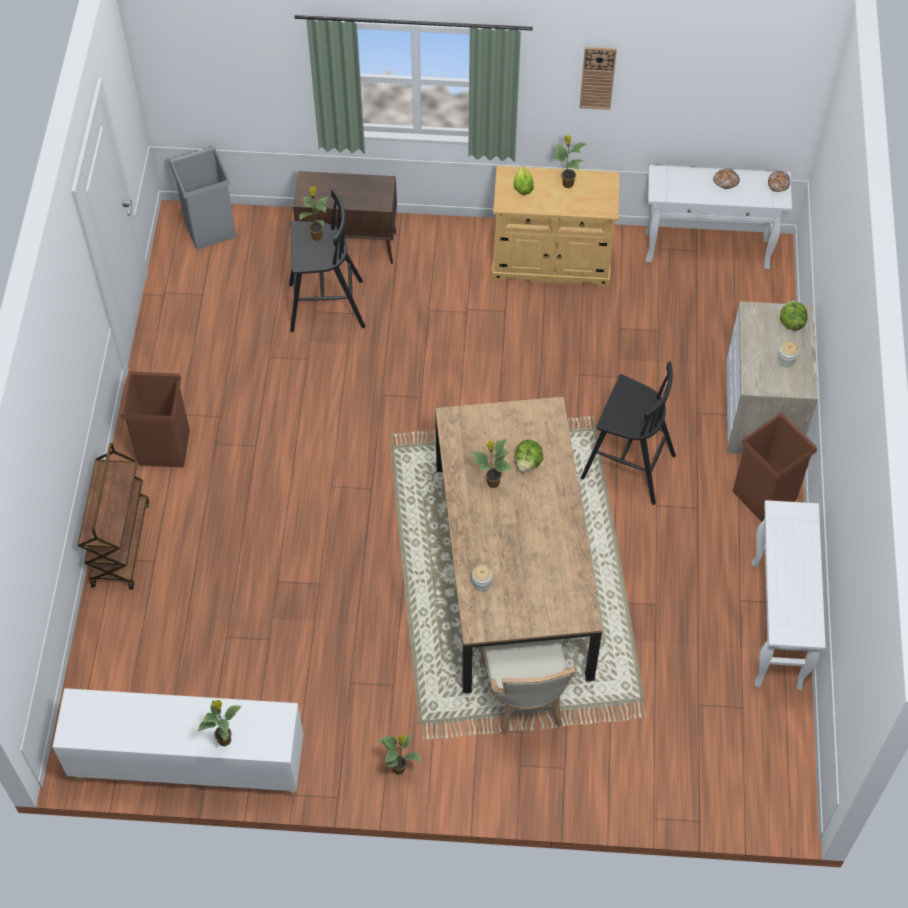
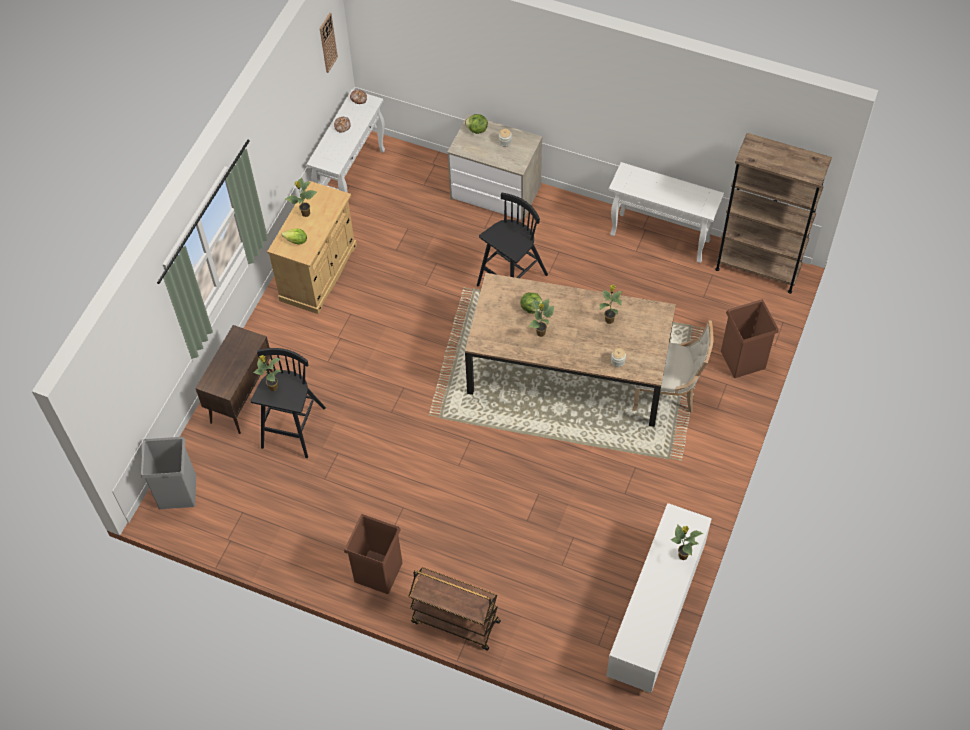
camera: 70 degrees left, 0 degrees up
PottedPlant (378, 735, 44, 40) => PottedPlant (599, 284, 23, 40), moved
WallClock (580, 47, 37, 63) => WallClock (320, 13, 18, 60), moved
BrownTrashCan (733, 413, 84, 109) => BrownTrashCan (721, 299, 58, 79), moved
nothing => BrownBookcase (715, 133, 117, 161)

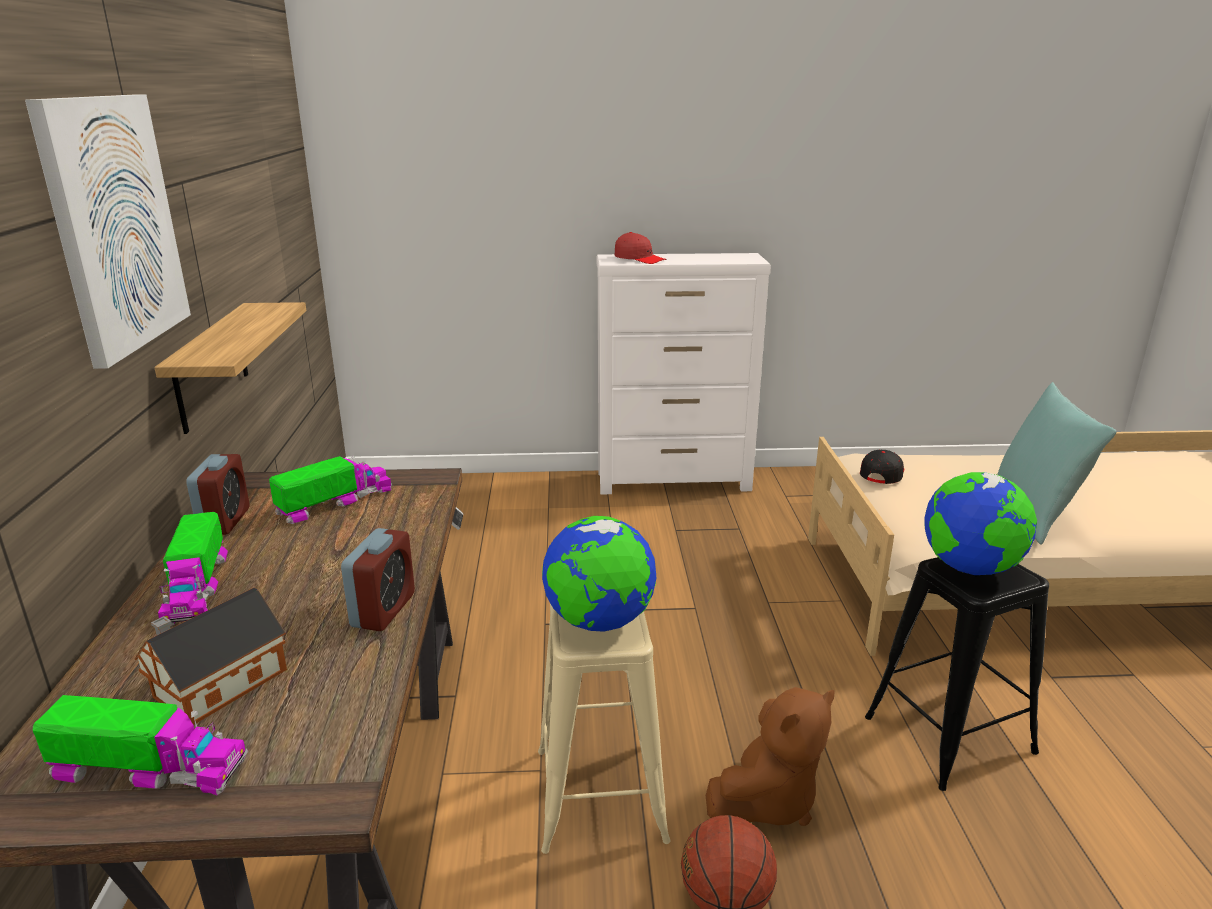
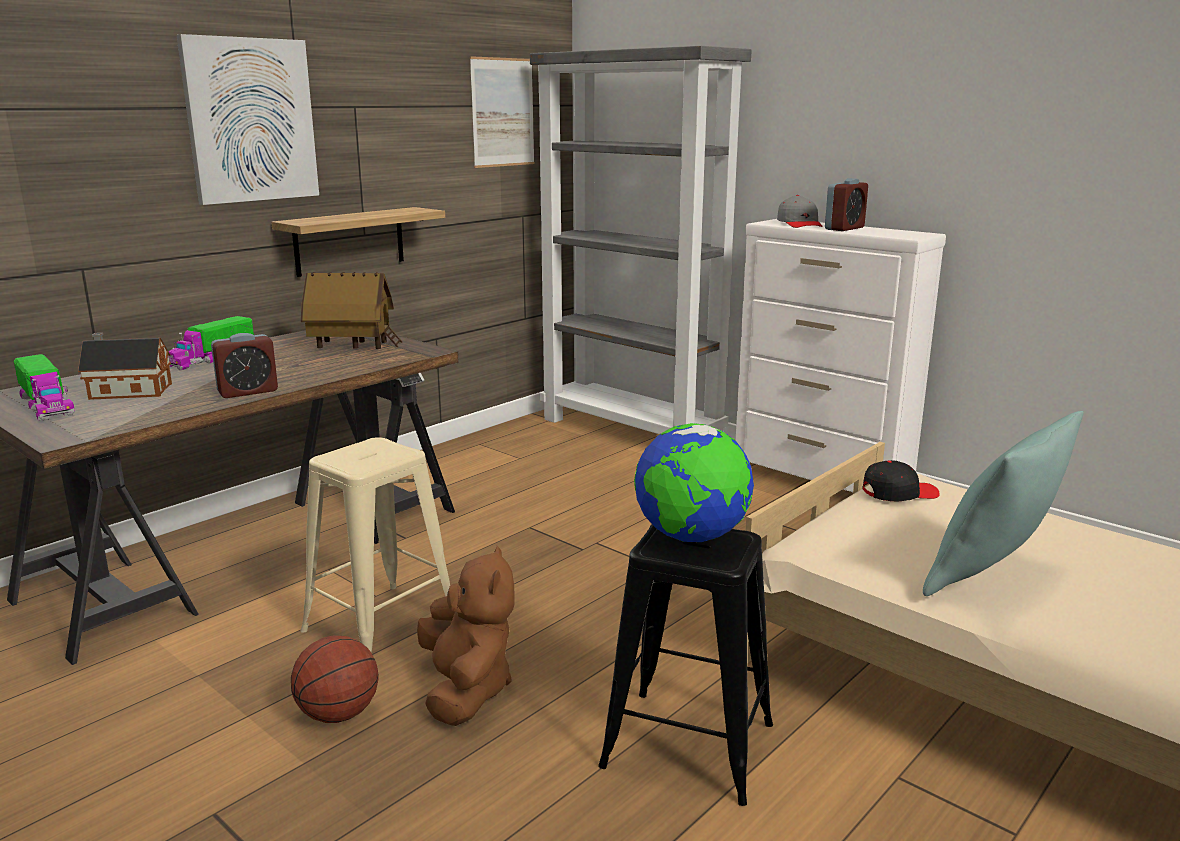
camera: 45 degrees right, 5 degrees down
AlarmClock (186, 454, 64, 81) => AlarmClock (825, 178, 43, 53), moved
ToyTruck (269, 456, 123, 68) => ToyHouse (301, 272, 101, 77)
Globe (542, 516, 115, 116) => nothing
RedCap (615, 232, 51, 32) => GreyCap (777, 195, 46, 33)
BrownPlushToy (706, 687, 129, 139) => BrownPlushToy (417, 546, 98, 180), 105 degrees counterclockwise
nothing => Picture (470, 56, 65, 112)
nothing => GreyBookcase (530, 46, 222, 388)

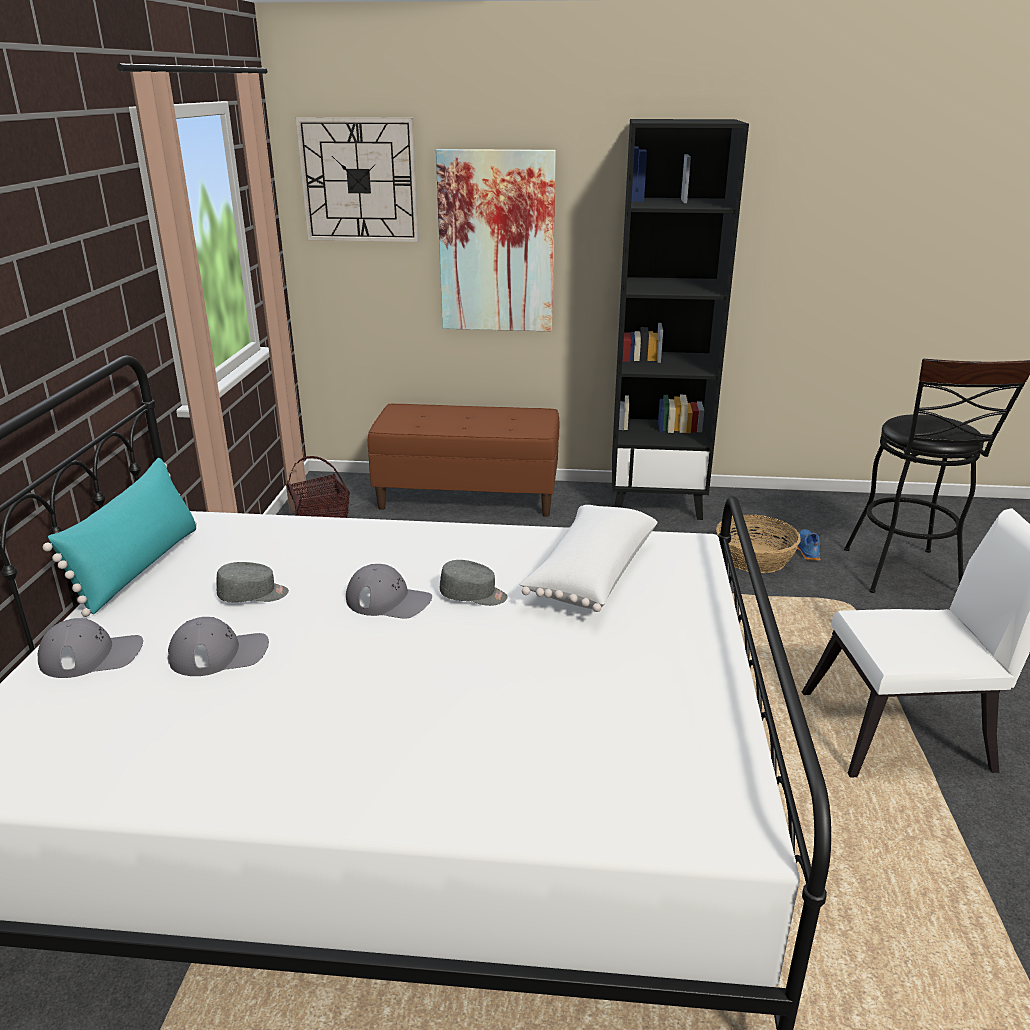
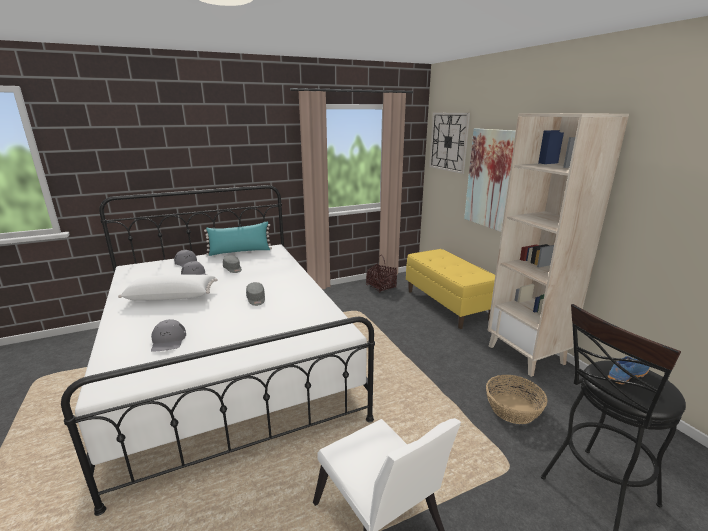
camera: 60 degrees right, 5 degrees down
GreyCap (346, 564, 86, 55) => GreyCap (151, 319, 35, 33), moved
BrownBench (368, 404, 191, 113) => YellowBench (406, 249, 89, 80)
WhitePillow (519, 505, 139, 107) => WhitePillow (118, 274, 100, 26), moved
BlackBookcase (612, 119, 137, 401) => BeigeBookcase (487, 113, 142, 264)
BlueShoe (797, 529, 23, 32) => BlueShoe (608, 356, 42, 28), moved

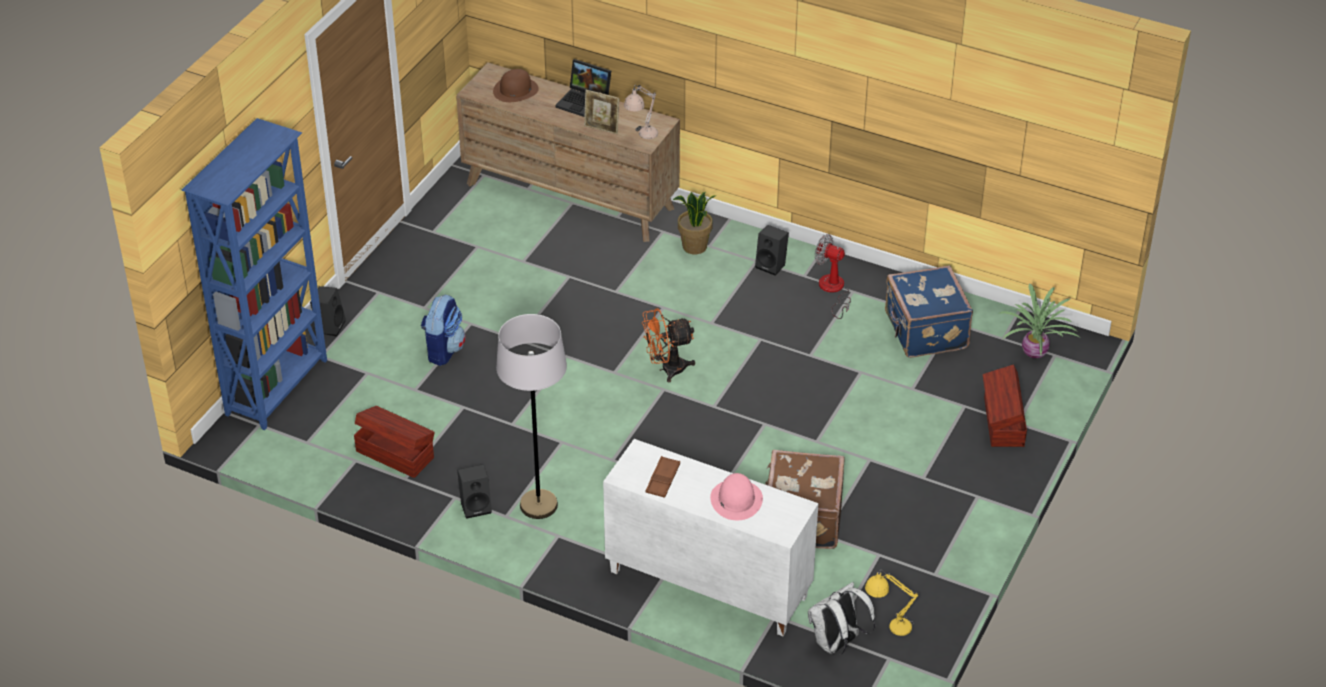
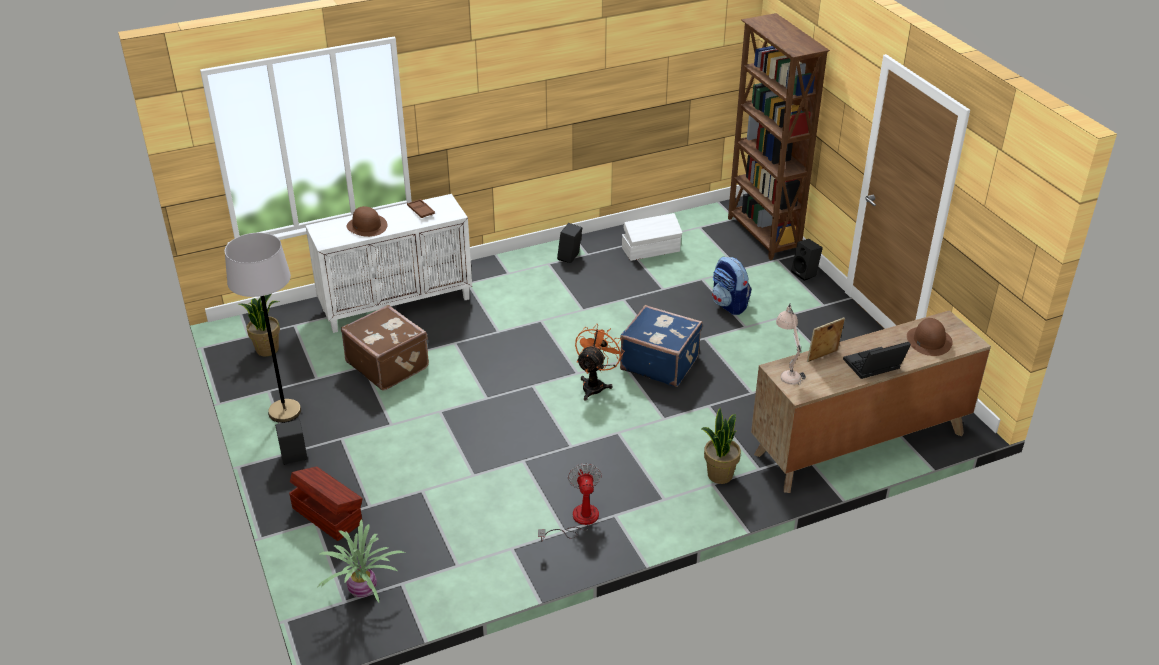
camera: 130 degrees right, 5 degrees down
BlueBookcase (182, 118, 145, 312) => BrownBookcase (728, 13, 102, 247)
BrownStorageBox (354, 406, 80, 72) => WhiteStorageBox (622, 213, 60, 48)
GreyFloorLamp (496, 314, 71, 205) => GreyFloorLamp (225, 233, 76, 190), moved
PinkHat (710, 473, 53, 47) => BrownHat (346, 206, 41, 31)
BlackSpeaker (755, 225, 34, 51) => BlackSpeaker (275, 419, 32, 46), moved
WhiteBackpack (808, 582, 67, 73) => nothing
Fan (815, 234, 36, 85) => Fan (538, 463, 63, 79), 75 degrees counterclockwise
YellowTableLamp (865, 570, 53, 66) => PottedPlant (239, 294, 41, 62)
BlueSuitcase (885, 266, 88, 92) => BlueSuitcase (620, 305, 83, 82), moved

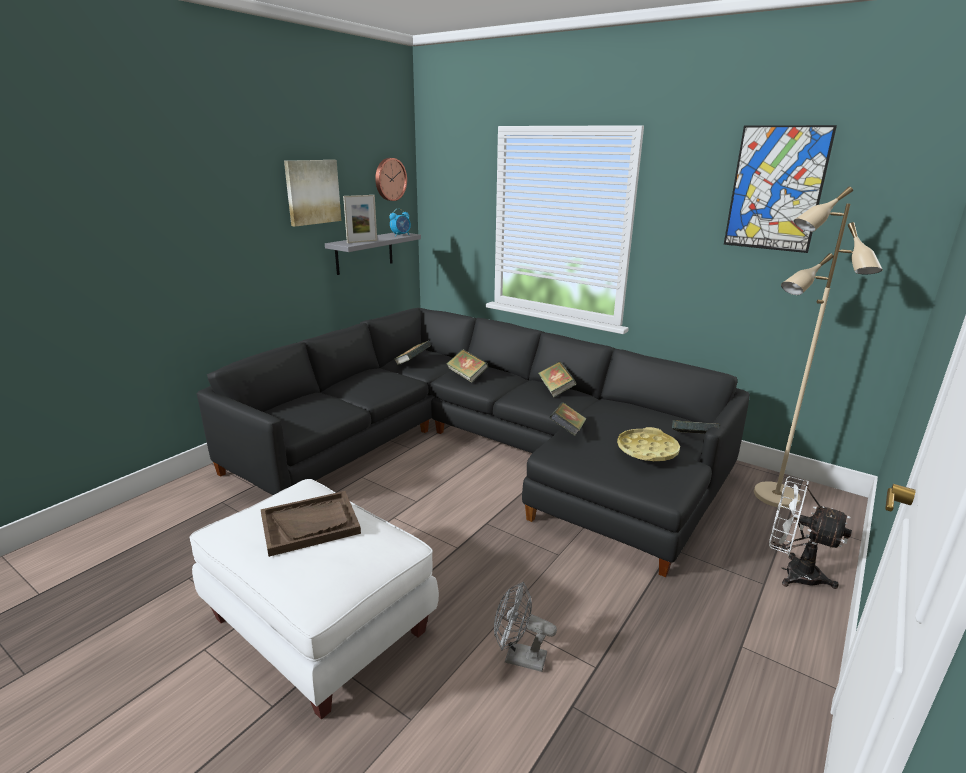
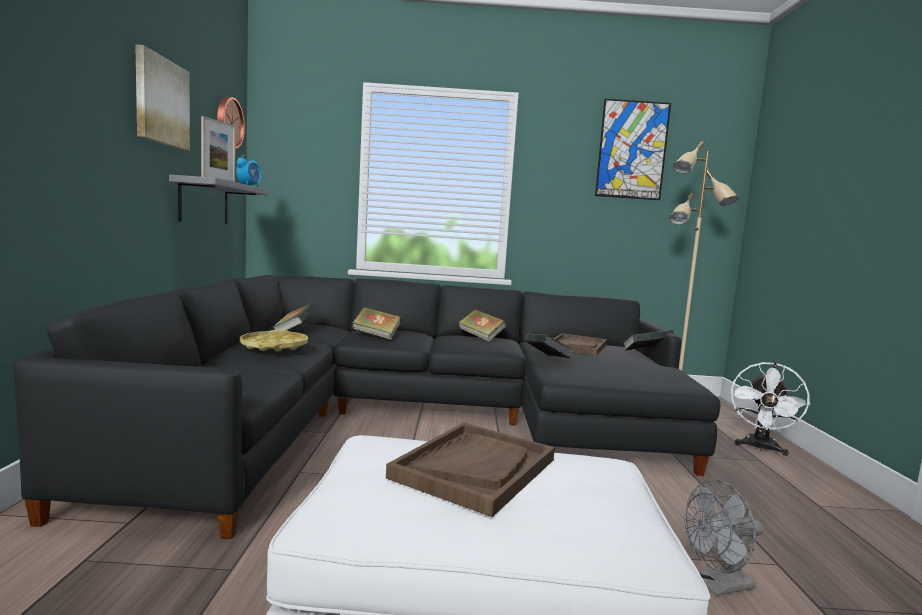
camera: 35 degrees left, 15 degrees down
YellowTray (617, 427, 63, 34) => YellowTray (240, 330, 68, 22), moved
WhiteFan (769, 476, 83, 113) => WhiteFan (731, 362, 80, 94), 60 degrees counterclockwise
nothing => BrownTray (554, 333, 53, 23)

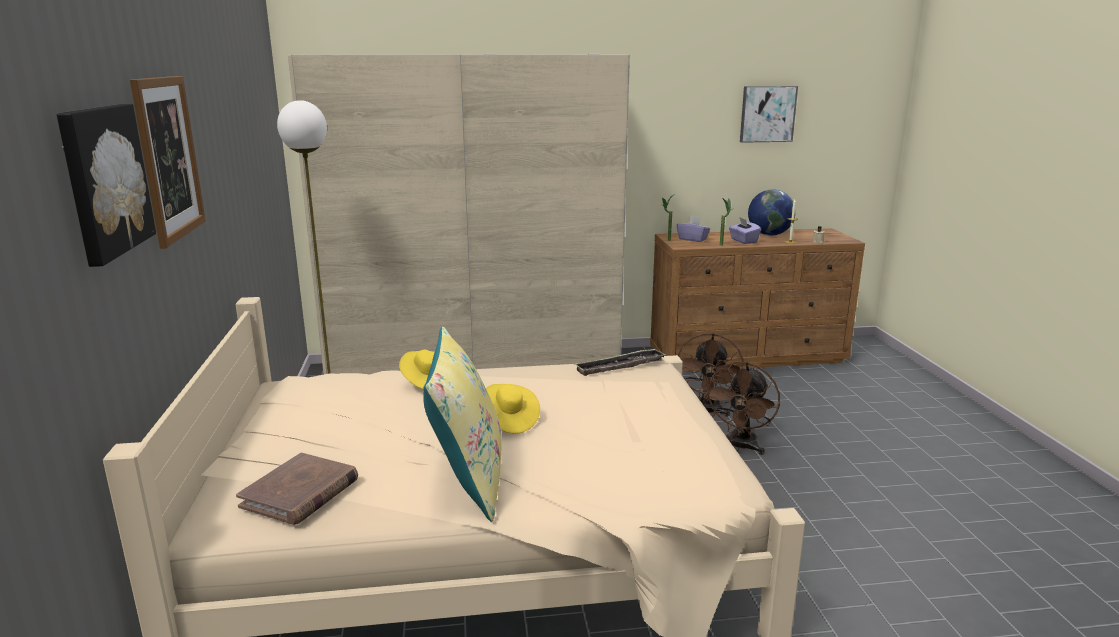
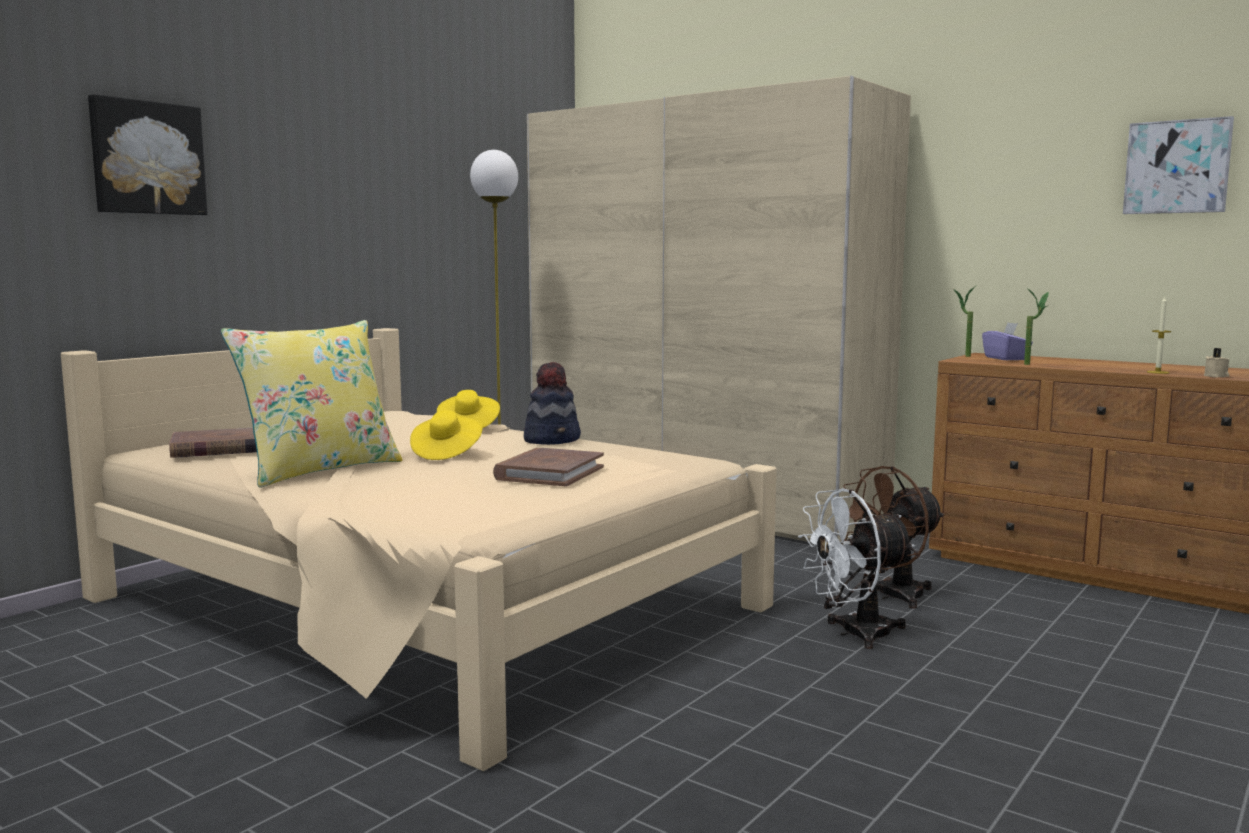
camera: 45 degrees right, 10 degrees down
Picture (130, 76, 76, 173) => nothing
Tray (575, 348, 90, 28) => nothing
BrownFan (704, 362, 76, 93) => WhiteFan (798, 488, 117, 161)
PurpleTissueBox (729, 218, 32, 26) => nothing
Globe (748, 189, 48, 47) => nothing
nothing => BrownBook (493, 448, 111, 38)
nothing => Hat (524, 362, 57, 83)

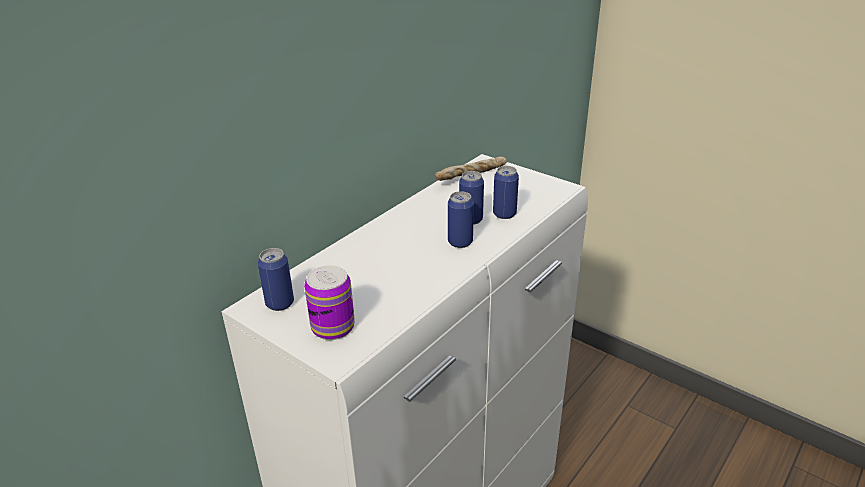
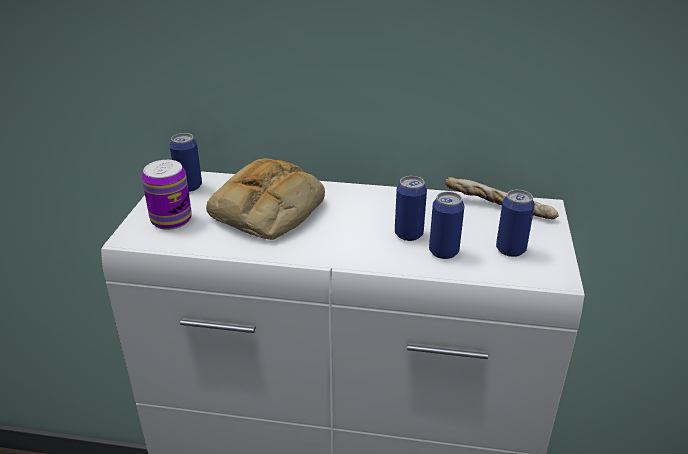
camera: 60 degrees right, 0 degrees up
Can (448, 191, 26, 57) => Can (496, 190, 39, 67), moved
nothing => Bread (206, 159, 119, 81)

